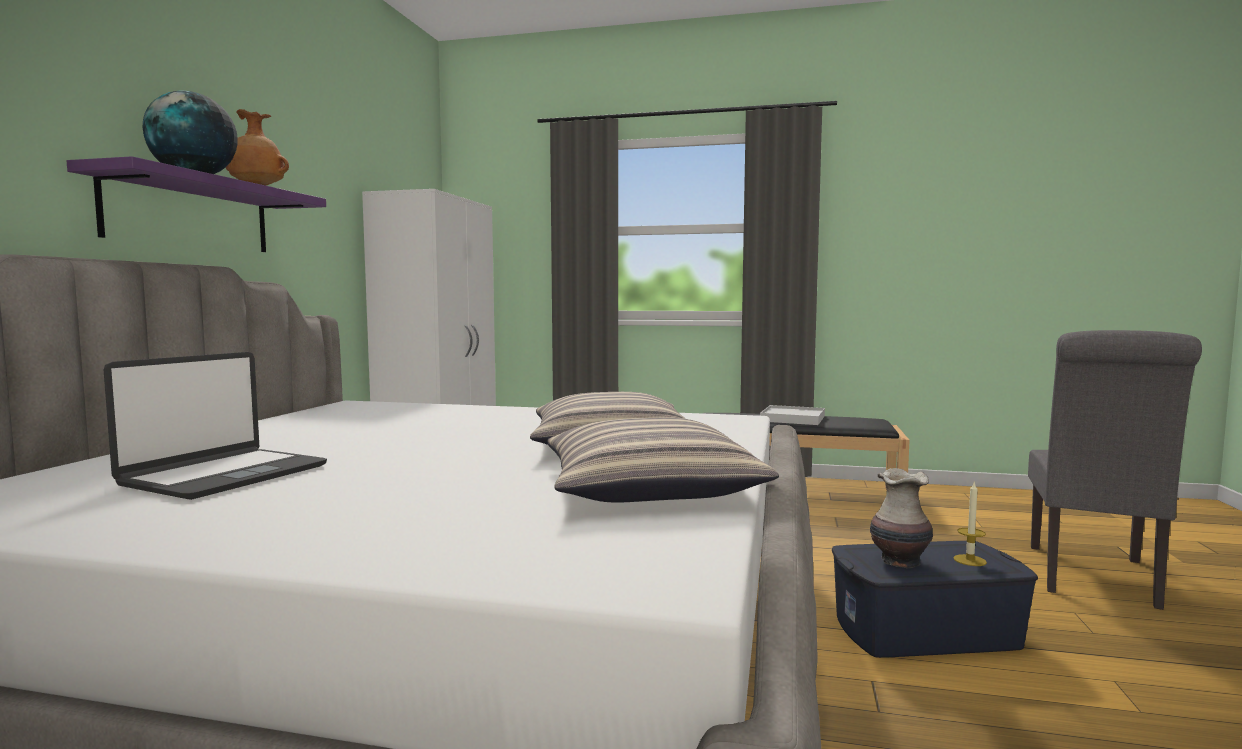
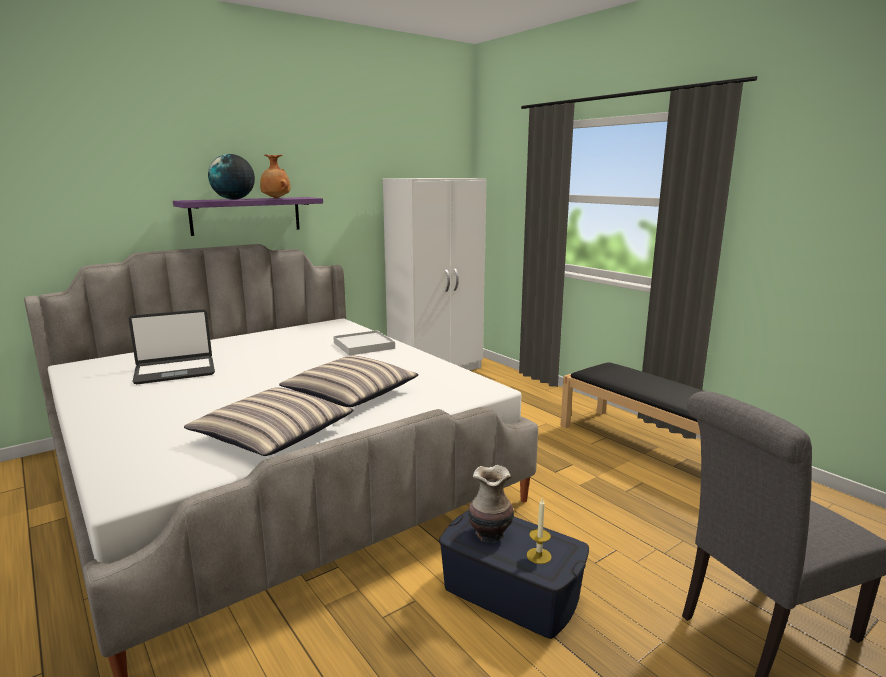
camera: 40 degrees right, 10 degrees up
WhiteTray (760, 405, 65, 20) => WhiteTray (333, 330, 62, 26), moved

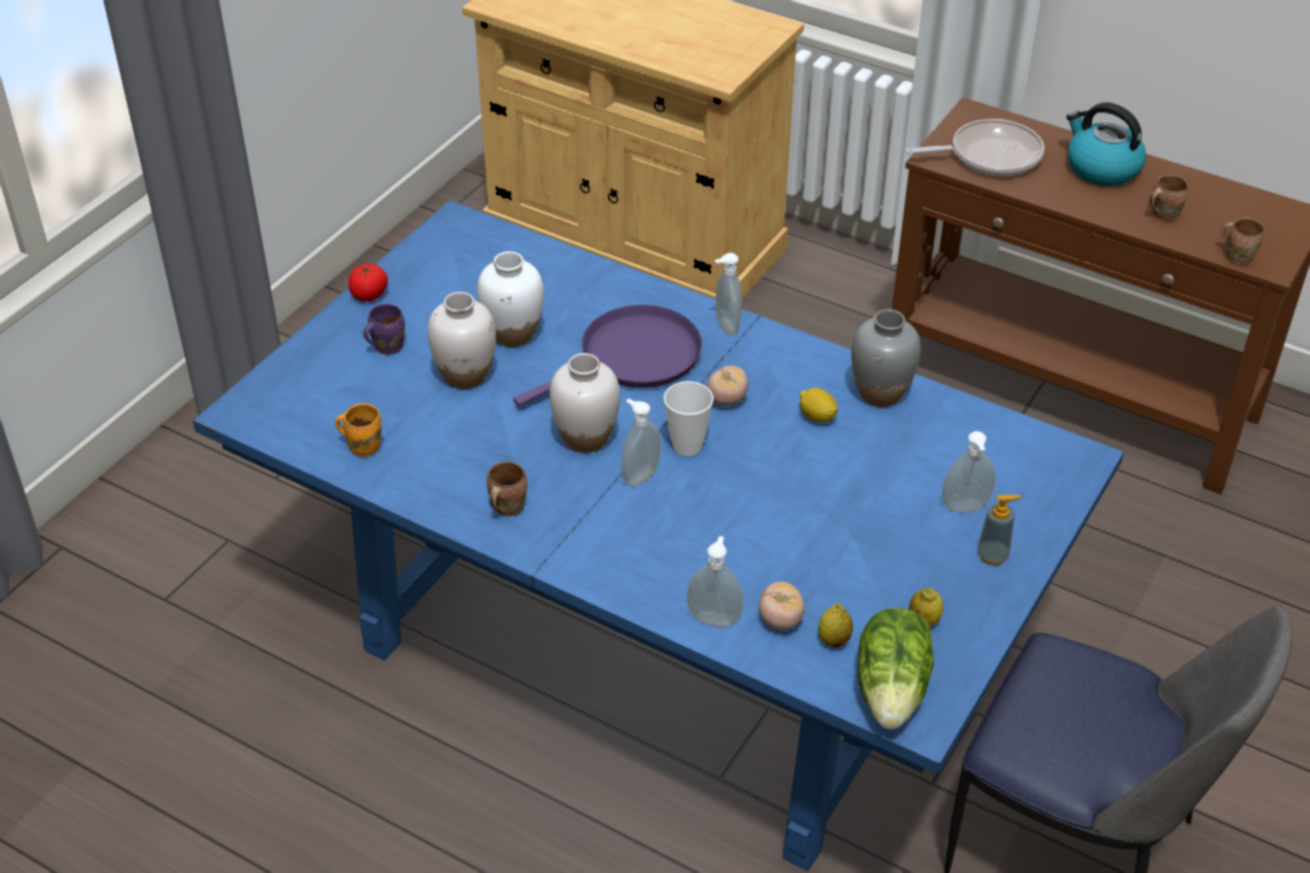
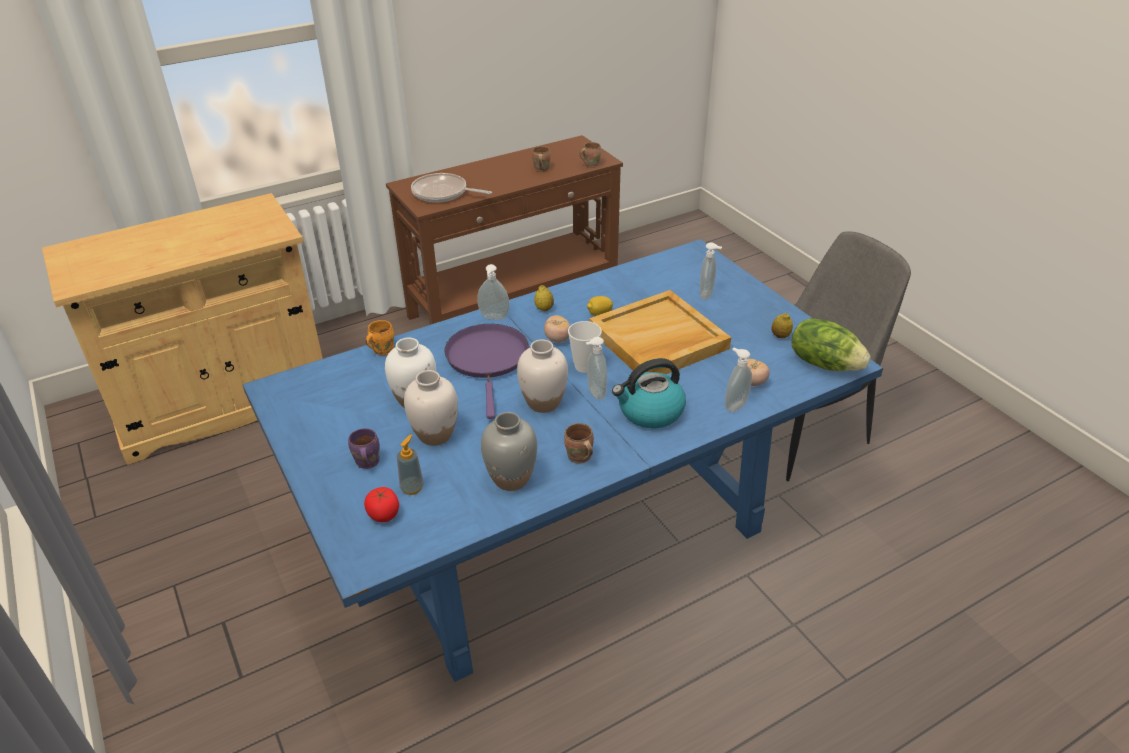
camera: 60 degrees left, 5 degrees down
OrangeMug (335, 403, 47, 54) => OrangeMug (366, 320, 28, 35), moved
Tomato (349, 264, 39, 37) => Tomato (364, 487, 35, 35), moved
Lemon (818, 603, 35, 44) => Lemon (534, 285, 20, 26), moved
GreyVase (851, 309, 70, 98) => GreyVase (481, 412, 56, 79), moved
FryingPan (905, 119, 139, 57) => FryingPan (411, 173, 81, 29), 90 degrees counterclockwise
SoapDispenser (978, 495, 43, 70) => SoapDispenser (397, 435, 27, 60), moved
Kettle (1066, 102, 80, 84) => Kettle (612, 358, 74, 70), moved
nothing => BeigeTray (589, 290, 142, 84)

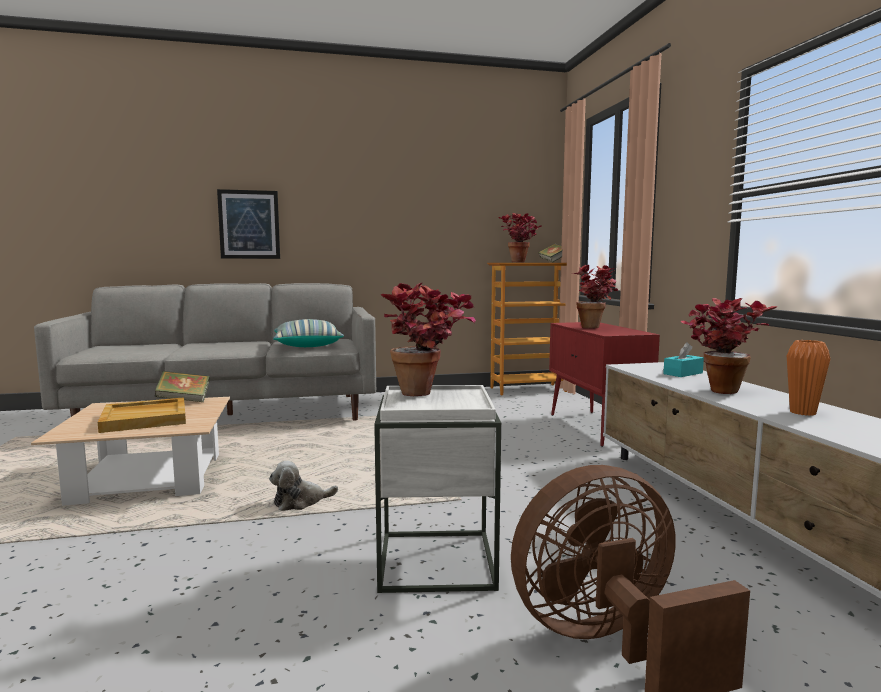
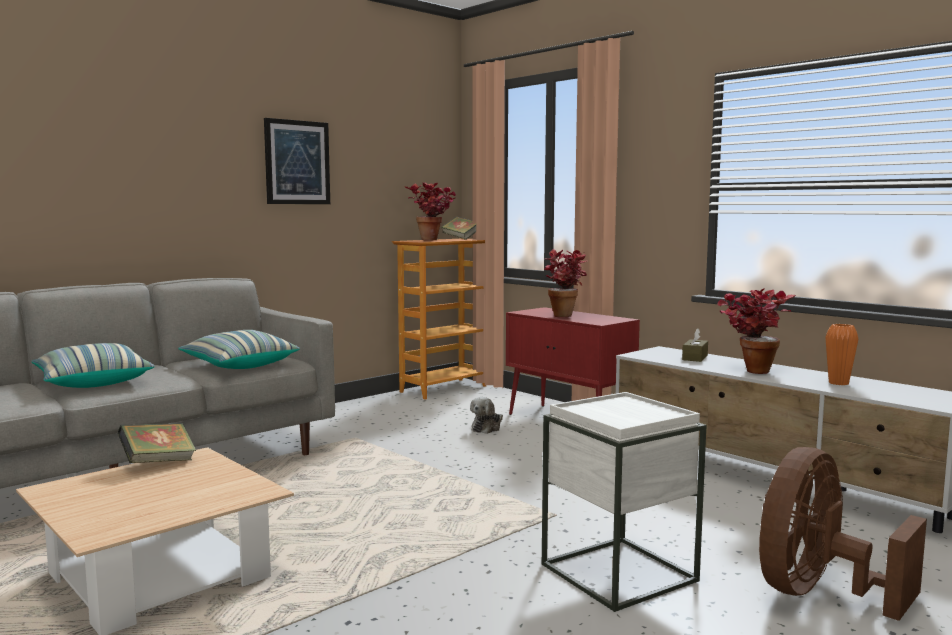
camera: 30 degrees left, 0 degrees up
BeigeTray (98, 397, 88, 36) => nothing
Picture (217, 189, 63, 70) => Picture (264, 118, 66, 86), moved
PlushToy (269, 461, 69, 50) => PlushToy (470, 397, 33, 37), moved
PottedPlant (381, 283, 95, 113) => nothing
TurquoiseTissueBox (663, 342, 41, 35) => BrownTissueBox (682, 328, 26, 34)
nothing => Pillow (32, 343, 123, 45)

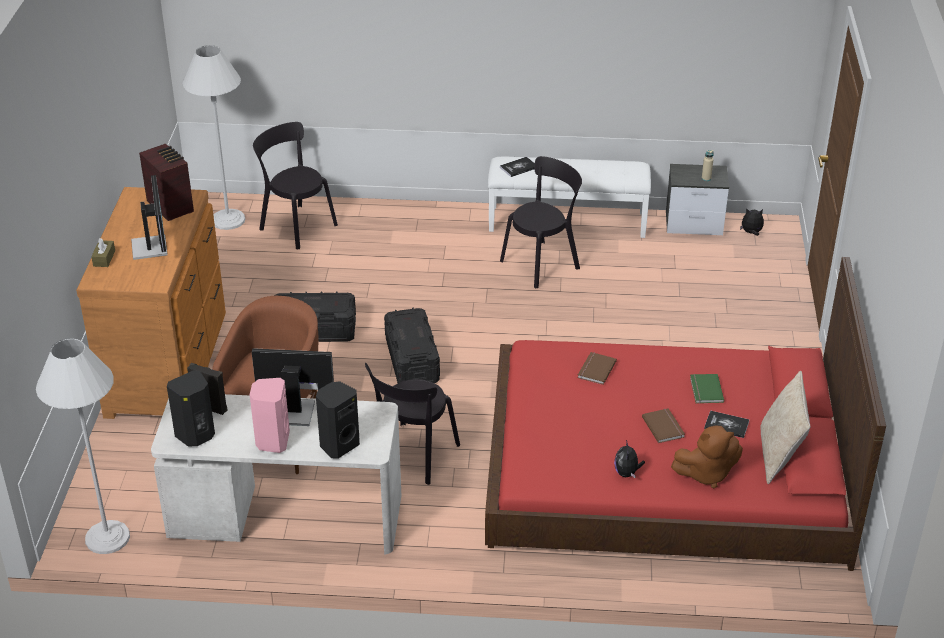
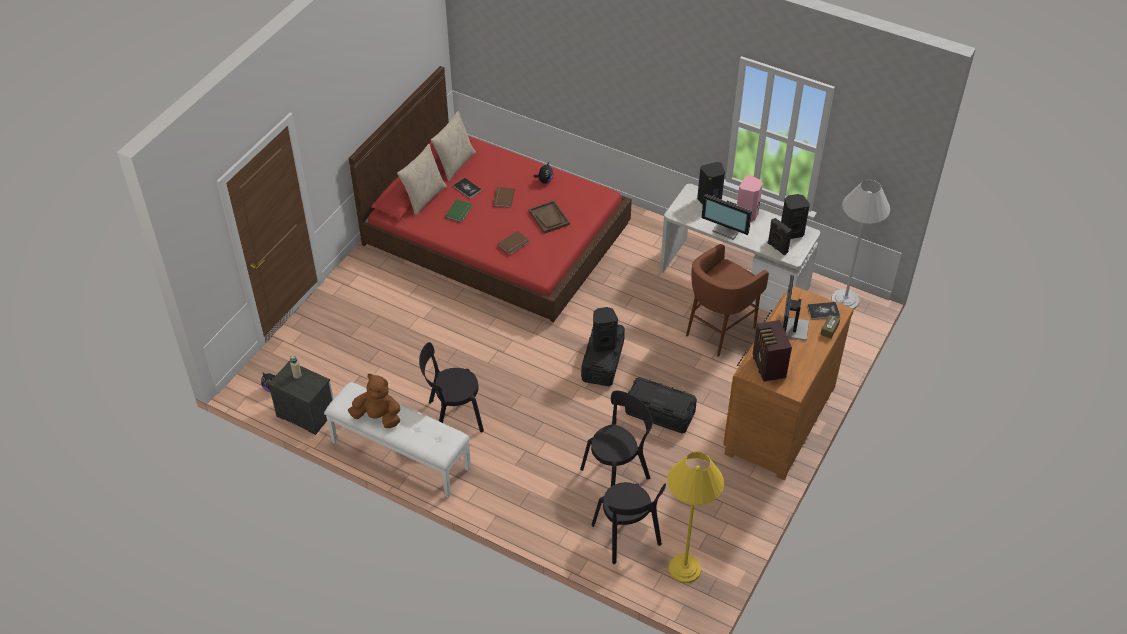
camera: 155 degrees left, 10 degrees up
WhiteFloorLamp (183, 45, 62, 185) => YellowFloorLamp (667, 451, 57, 132)
BlackChair (365, 363, 95, 122) => BlackChair (580, 391, 73, 95), moved
Book (500, 157, 35, 20) => Book (807, 302, 33, 18), moved
BrownPlushToy (671, 426, 72, 62) => BrownPlushToy (348, 374, 52, 54), moved
nothing => BeigePillow (397, 144, 50, 72)
nothing => BrownTray (528, 200, 42, 34)
nothing => BlackSpeaker (593, 307, 25, 45)

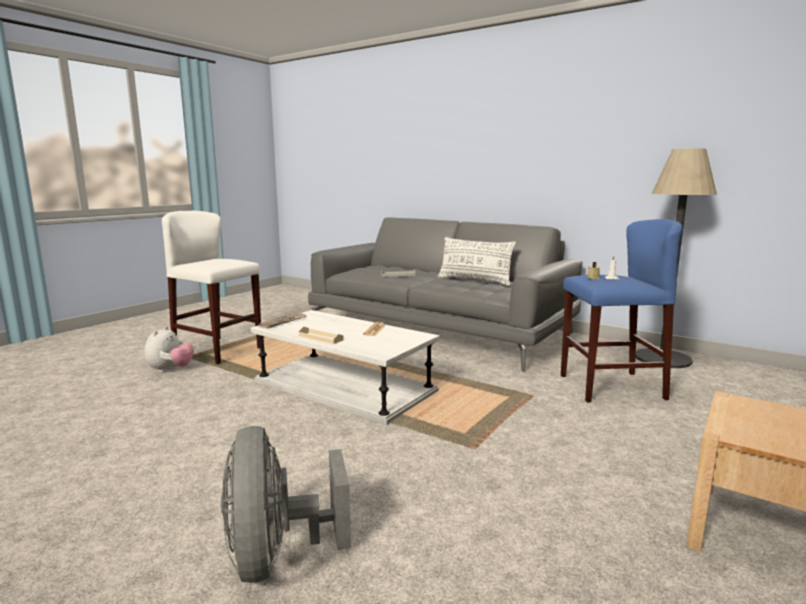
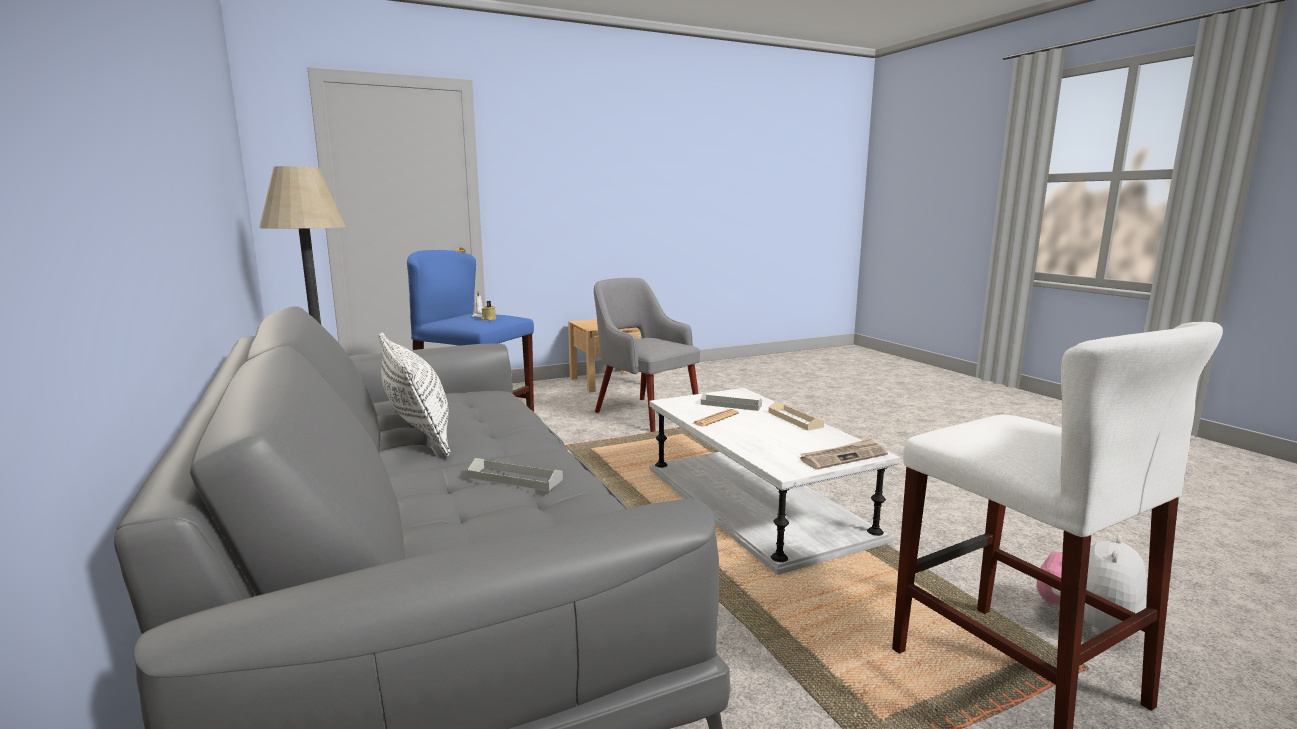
camera: 150 degrees left, 0 degrees up
GreyFan (221, 426, 130, 157) => nothing
nothing => GreyArmchair (594, 278, 106, 154)
nothing => GreyTray (701, 392, 61, 19)

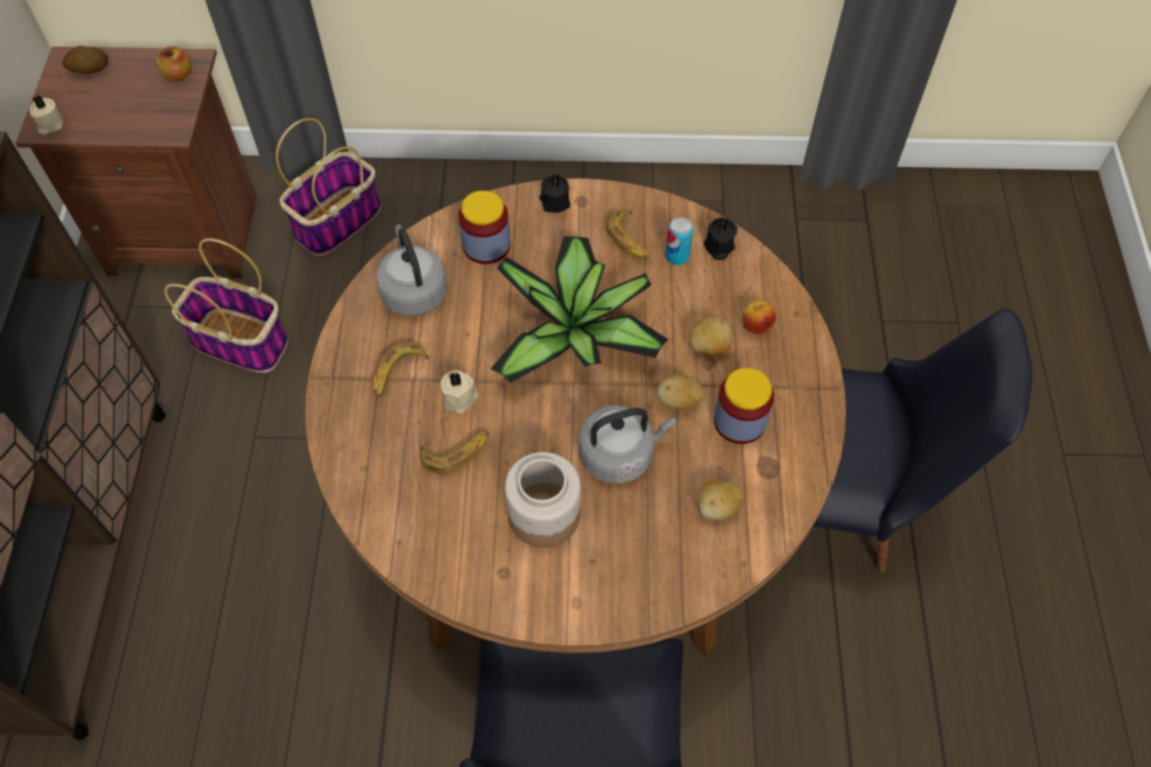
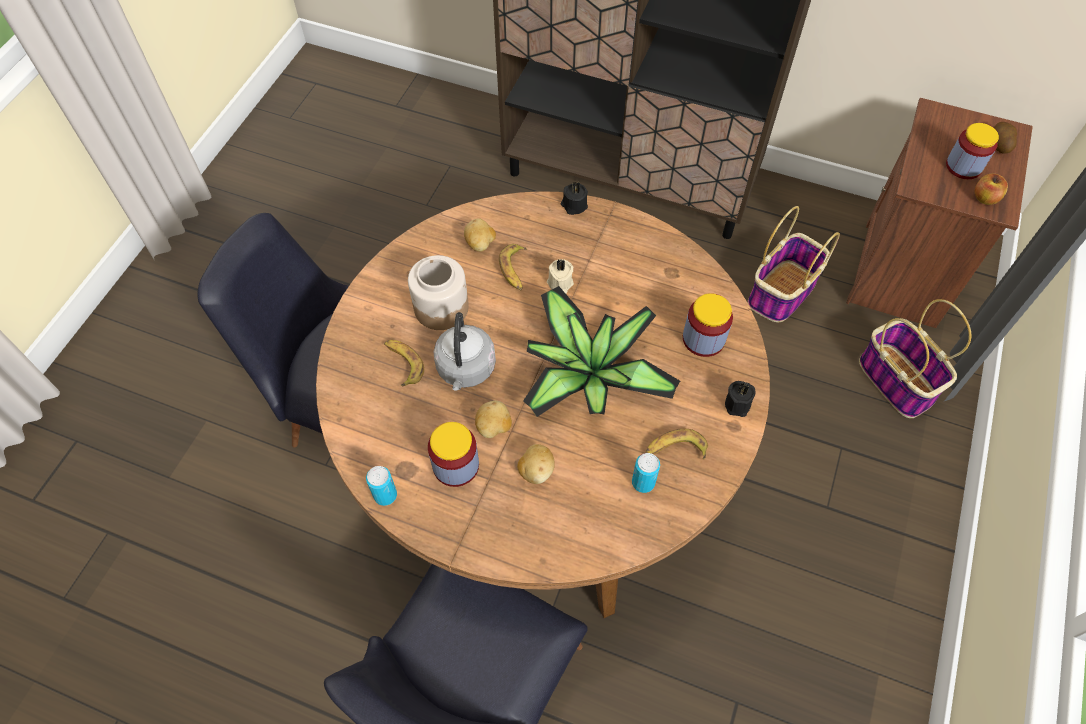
camera: 110 degrees right, 0 degrees up
BeigeCandle (30, 95, 33, 40) => nothing
Banana (373, 342, 56, 55) => Banana (384, 340, 40, 46), moved
GreyKettle (376, 224, 72, 92) => nothing
Potato (697, 481, 46, 39) => Potato (464, 218, 32, 34), moved
BlackCandle (704, 218, 33, 42) => BlackCandle (561, 182, 27, 33), moved
Apple (743, 300, 33, 35) => nothing
nothing => Can (366, 466, 31, 40)
nothing => Jar (946, 123, 53, 56)

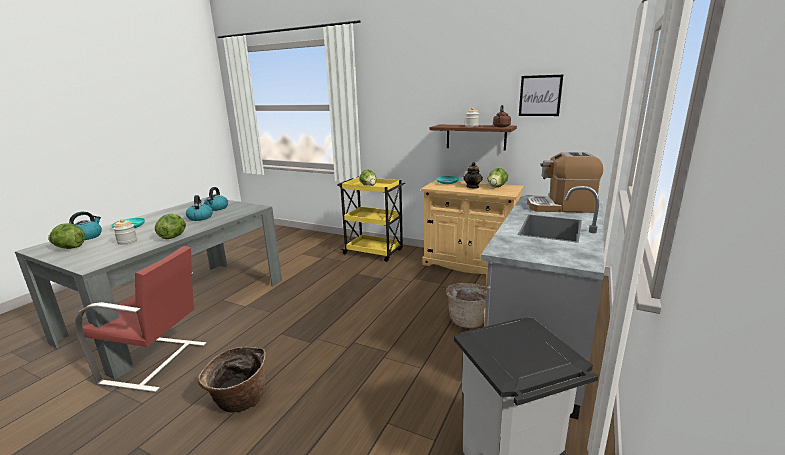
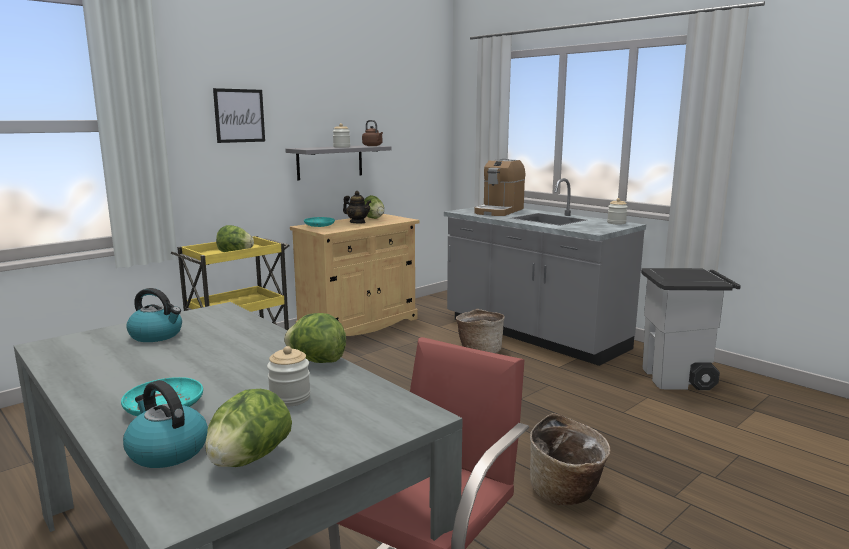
camera: 70 degrees left, 5 degrees down
Kettle (186, 195, 27, 26) => nothing
BrownShelf (430, 125, 87, 25) => GreyShelf (285, 145, 107, 35)
Picture (519, 75, 44, 41) => Picture (213, 88, 52, 55), moved
nothing => Jar (607, 198, 20, 27)

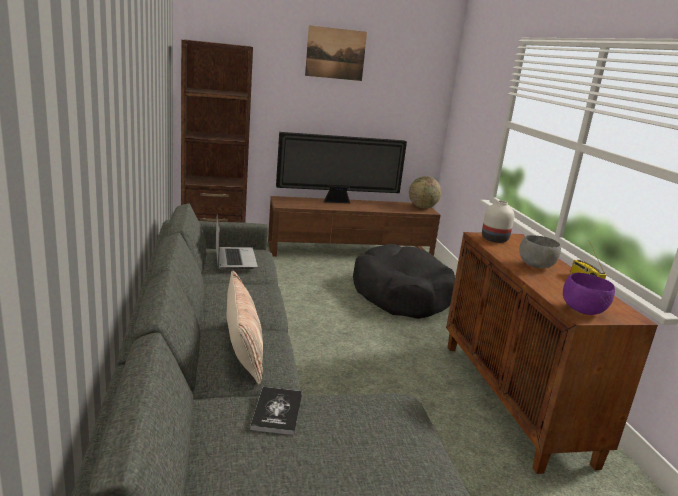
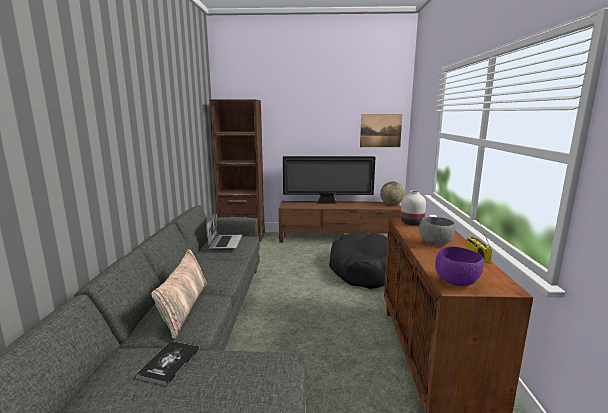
camera: 15 degrees right, 5 degrees down
Picture (305, 25, 62, 56) => Picture (360, 114, 42, 33), moved

